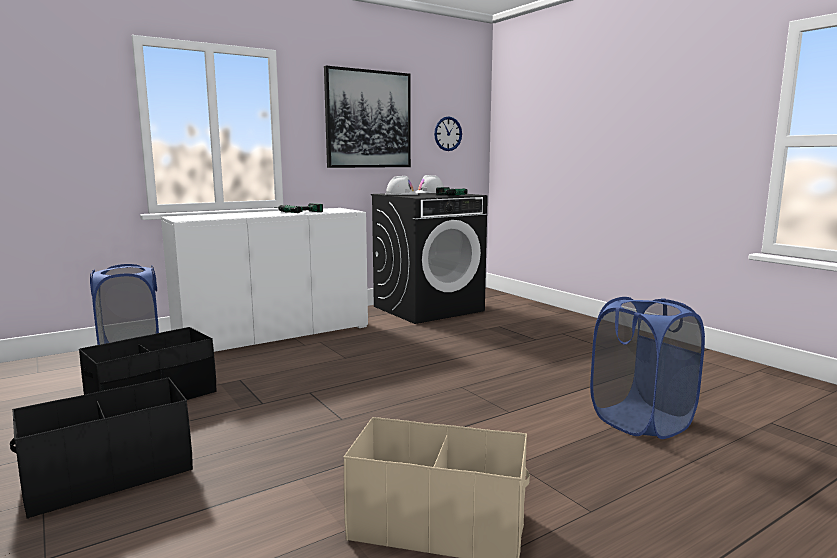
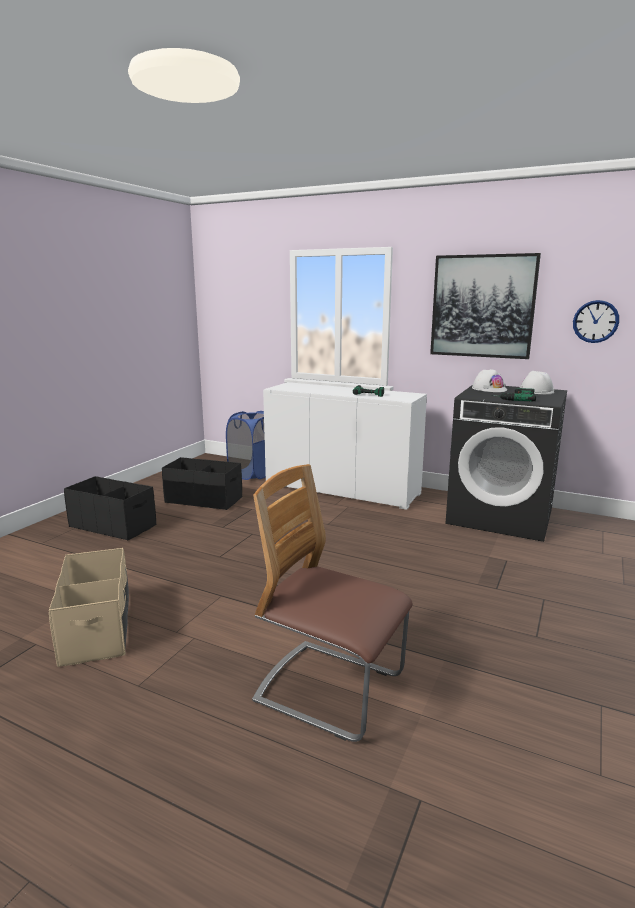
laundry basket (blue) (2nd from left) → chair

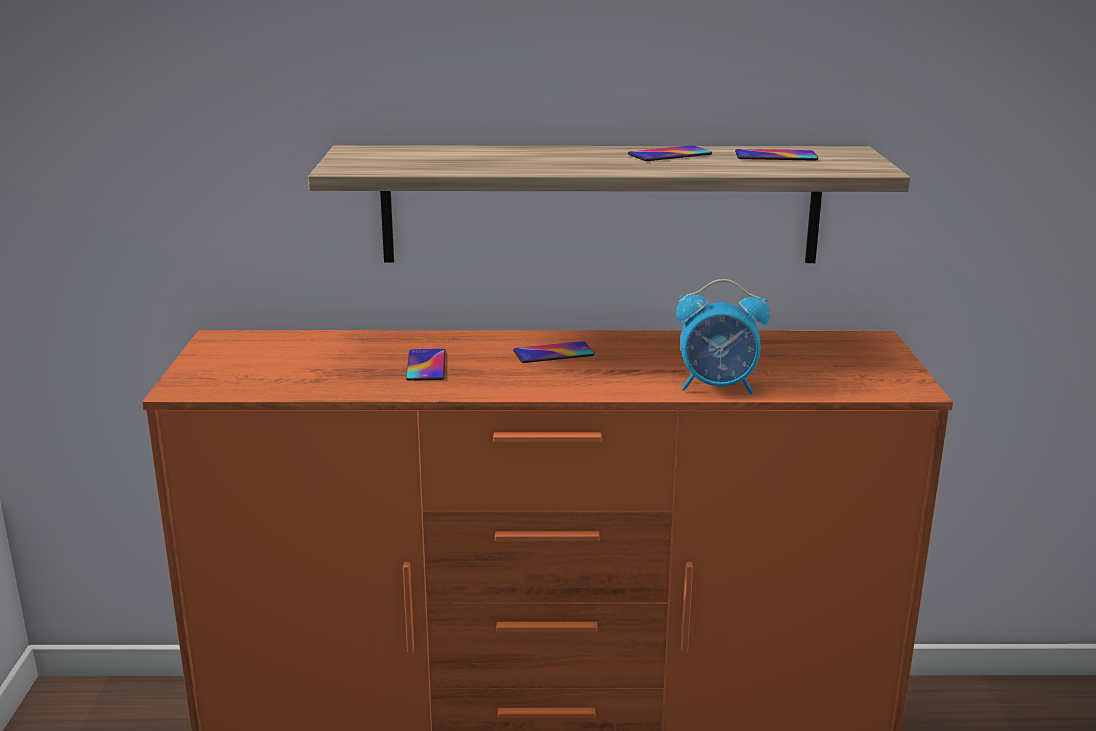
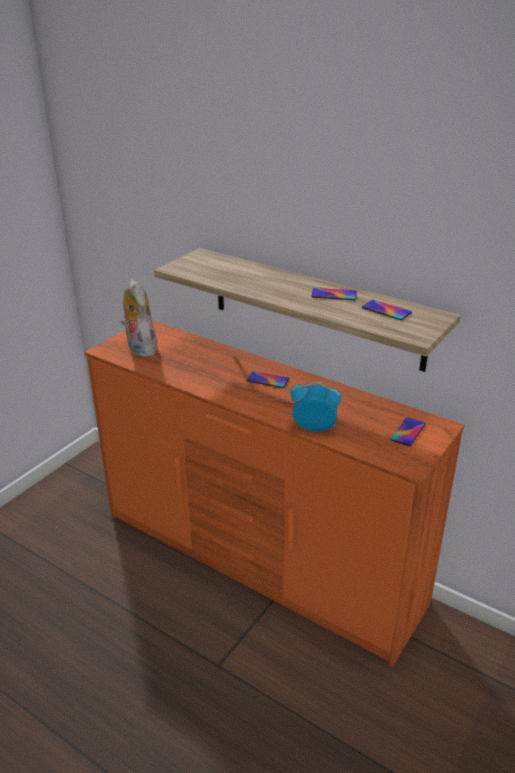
phone (1st from left in the first image) → phone (4th from left), move
alarm clock, 150 degrees clockwise
- → plush toy

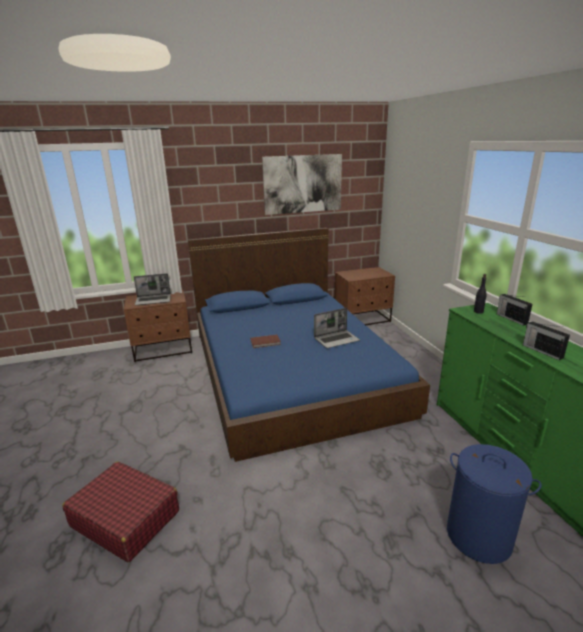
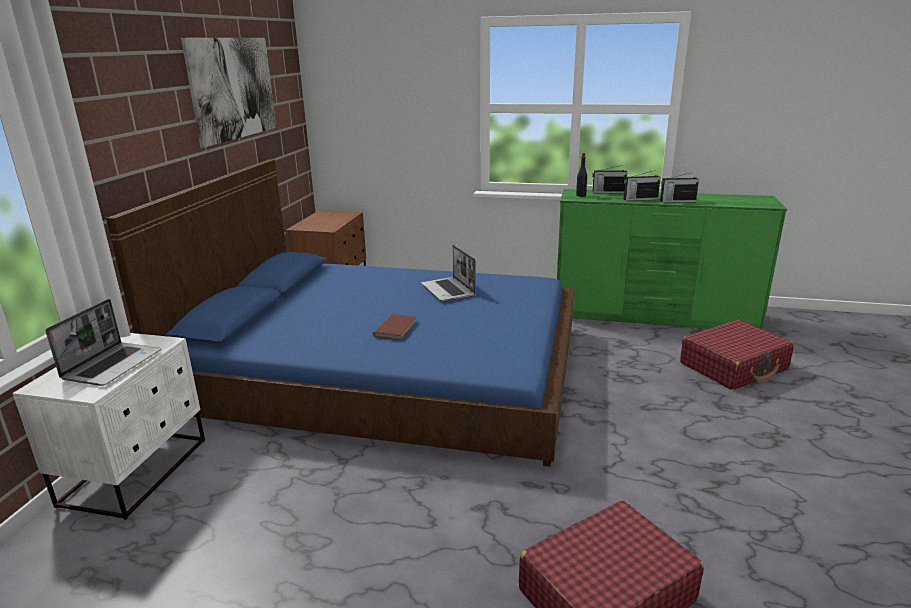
nightstand (brown) (1st from left) → nightstand (white)
laptop (2nd from left), 150 degrees clockwise
laundry basket (blue) → suitcase (red) (2nd from left)
- → radio (2nd from left)

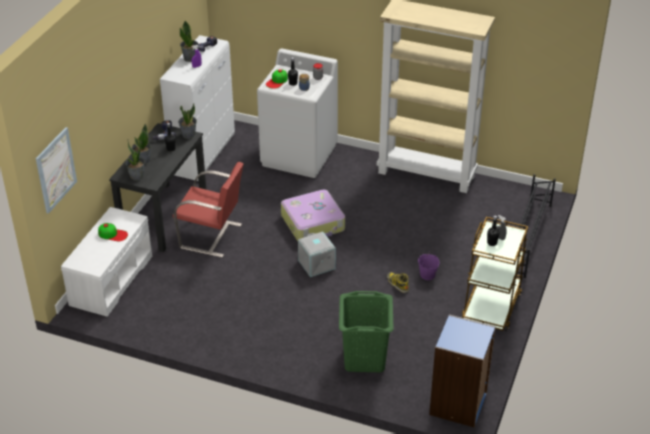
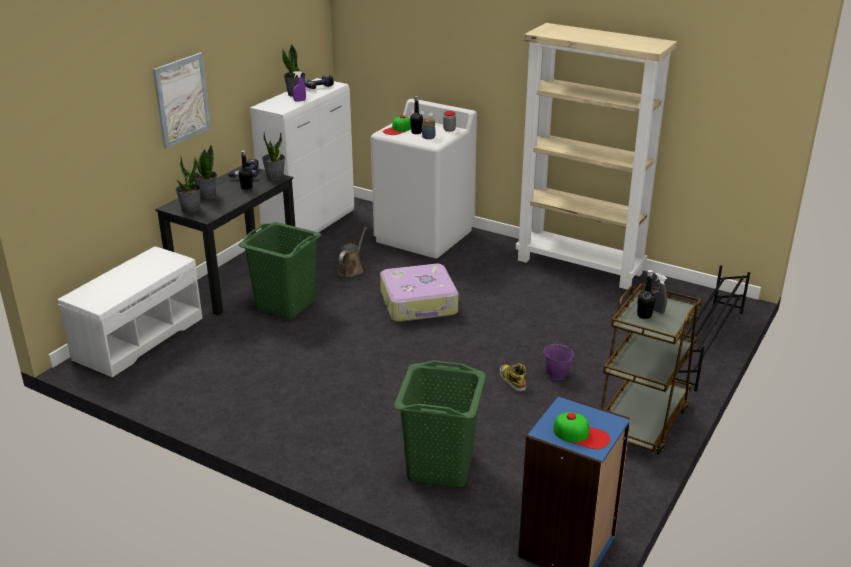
picture, move
cap (1st from left in the first image) → cap (2nd from left), move
chair (red) → laundry basket (green) (1st from left)
storage box (grey) → -
- → watering can (brown)

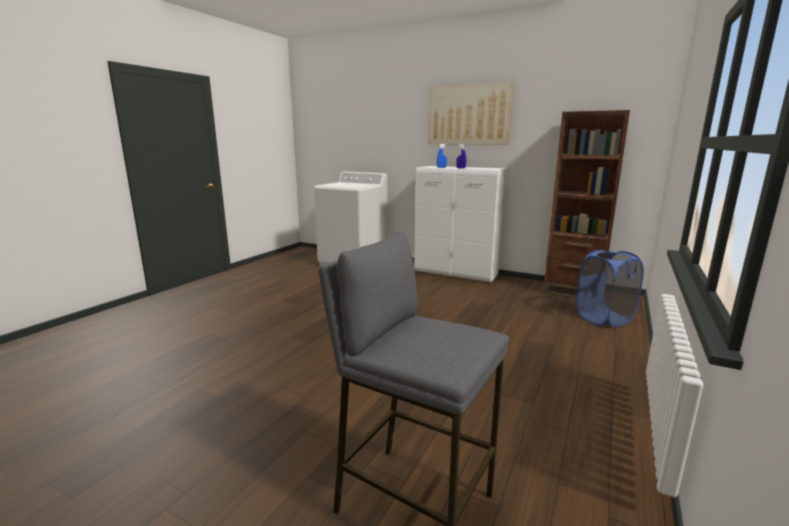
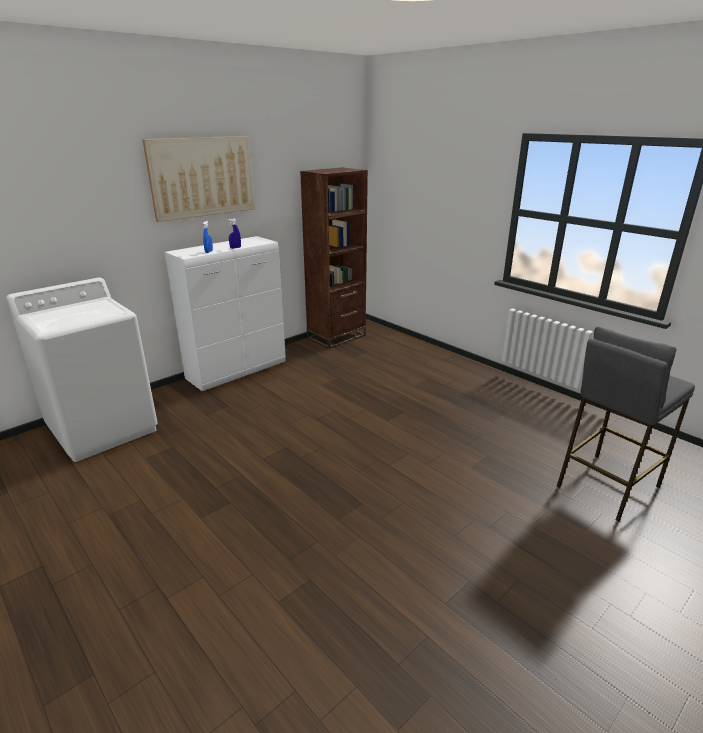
laundry basket (blue) → -

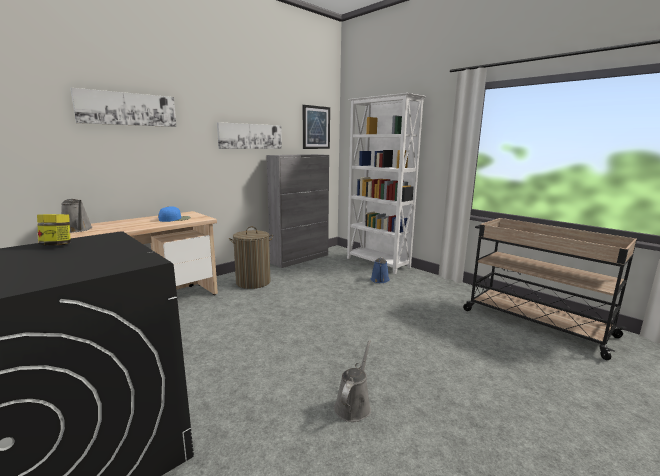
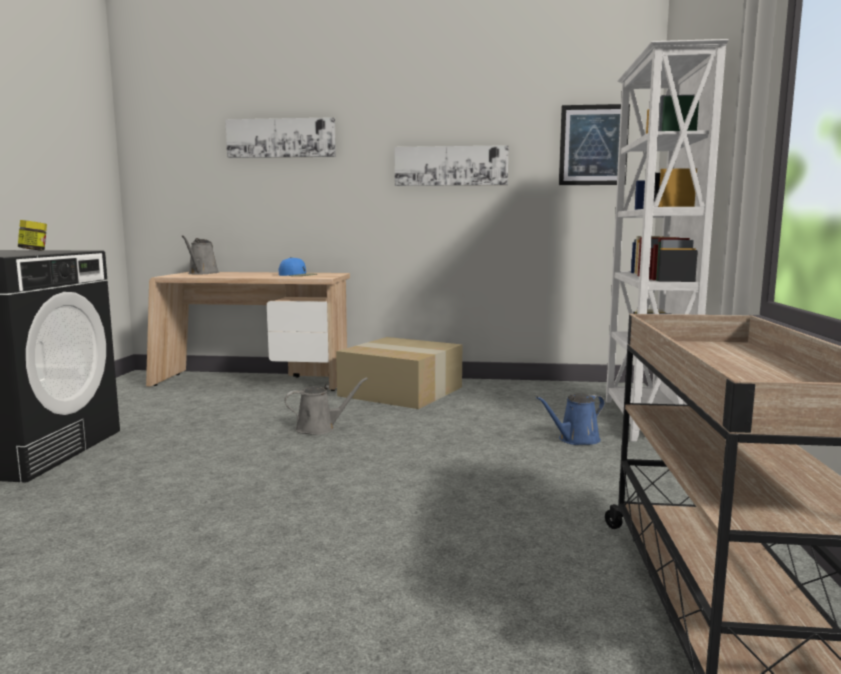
laundry basket → cardboard box
cabinet (grey) → -
watering can (grey) (2nd from left), move

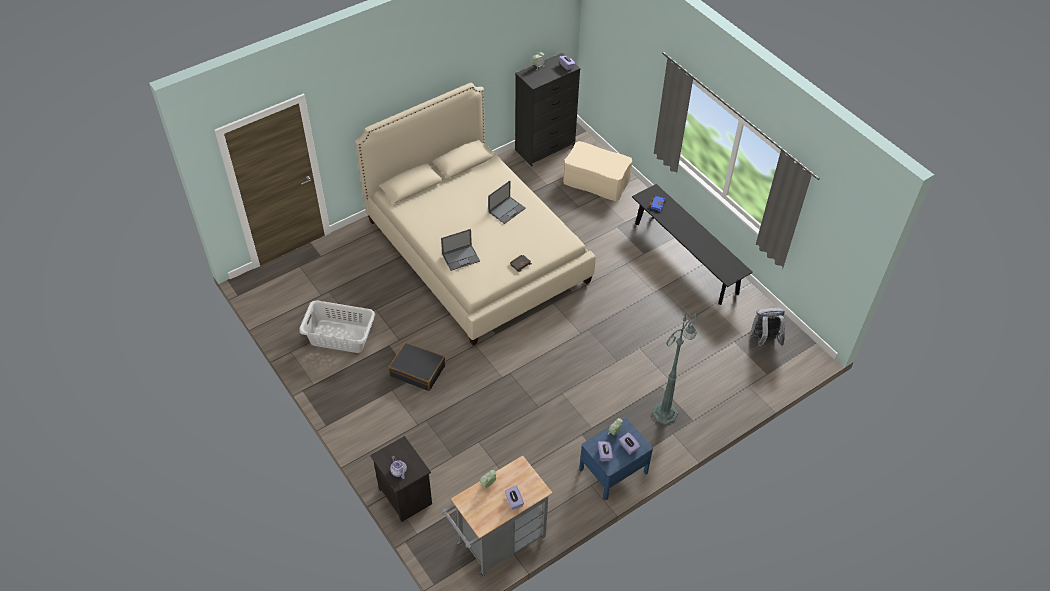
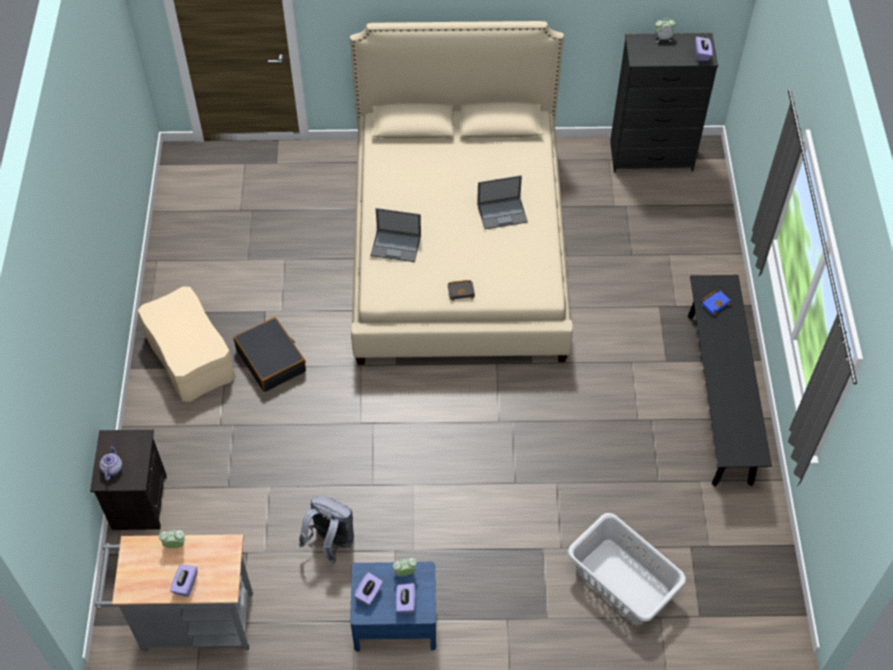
laundry basket (grey), move
ottoman (beige), move
floor lamp (green) → -
backpack (grey), move

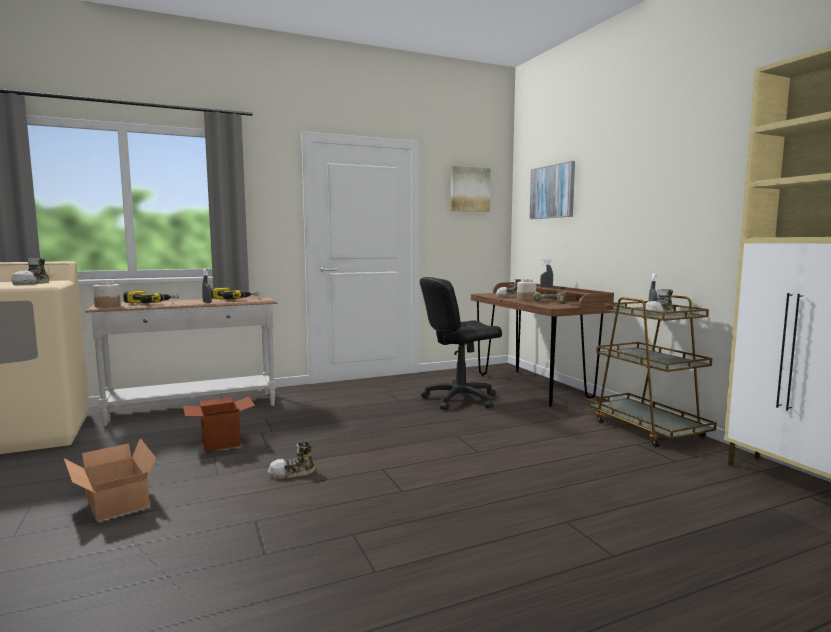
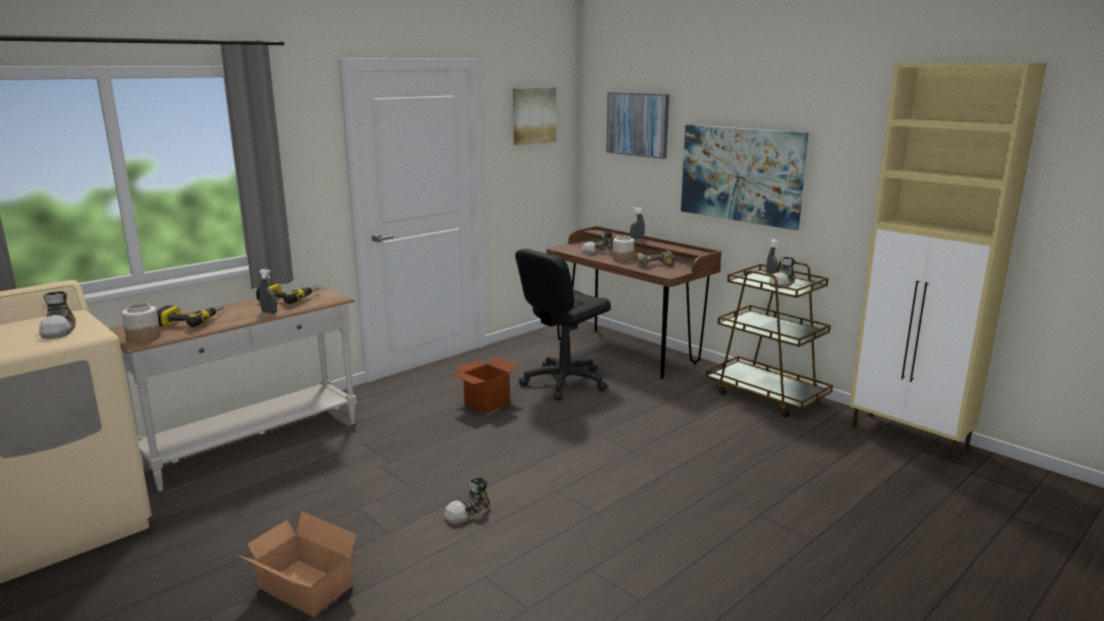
cardboard box (2nd from left), move
- → picture (3rd from left)

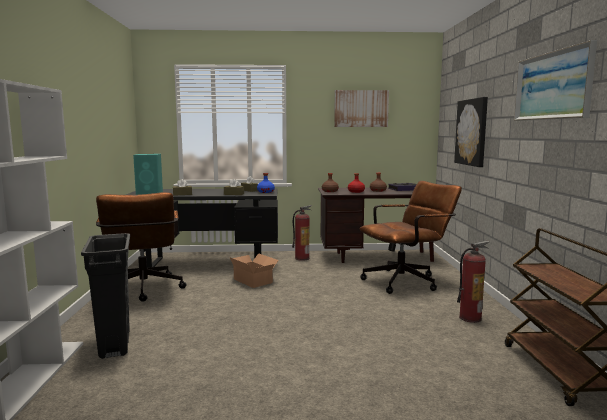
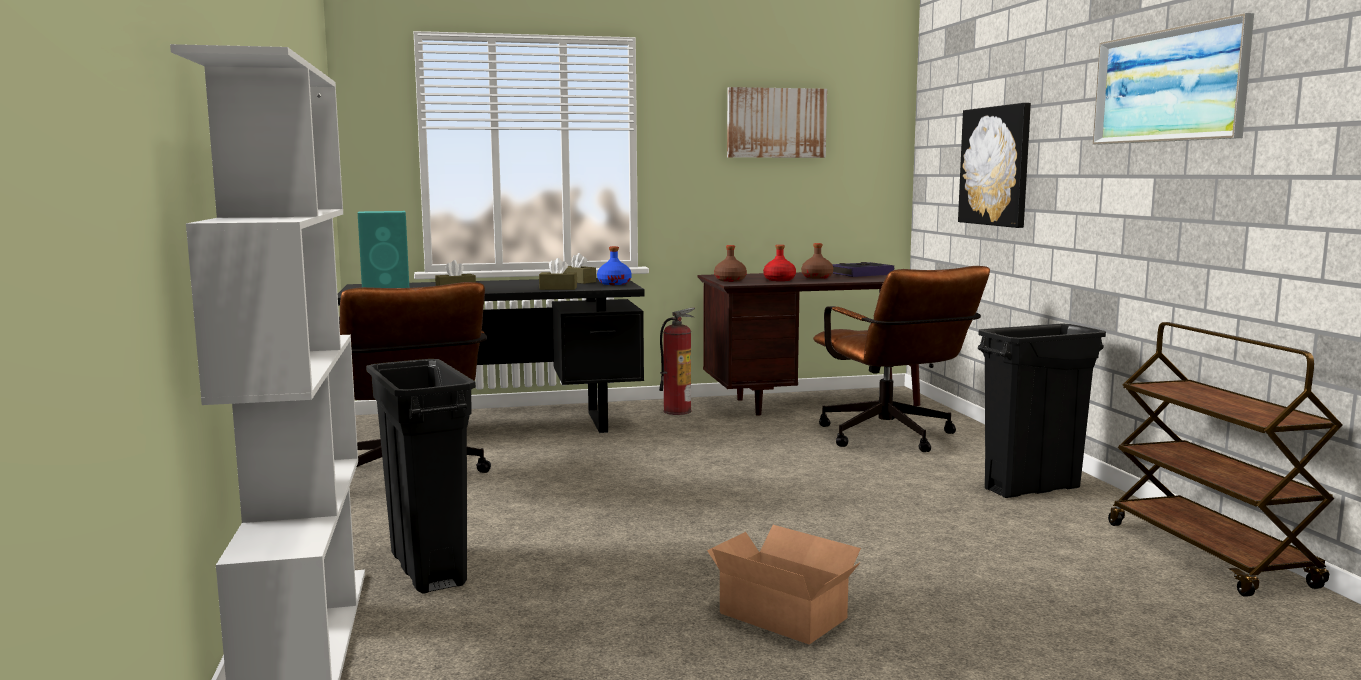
cardboard box, move
office chair (brown) (2nd from left), 105 degrees clockwise
fire extinguisher (2nd from left) → trash can (black) (2nd from left)

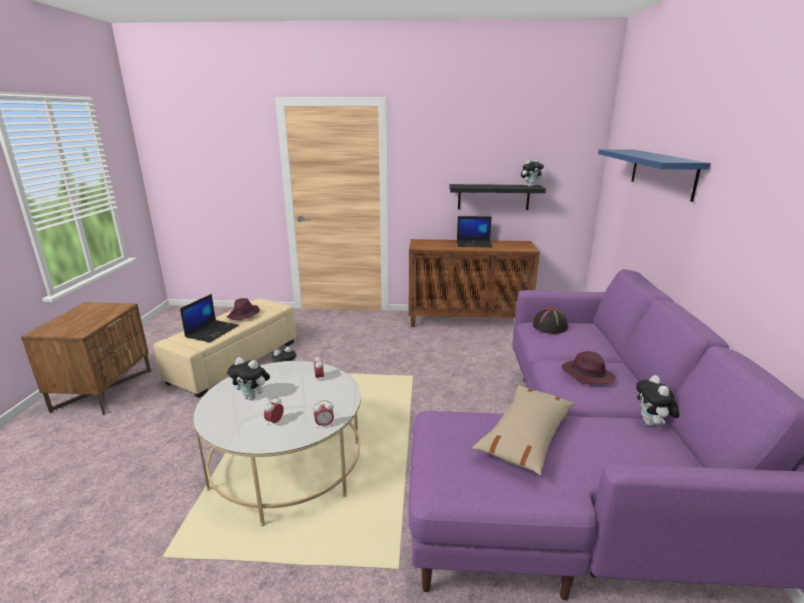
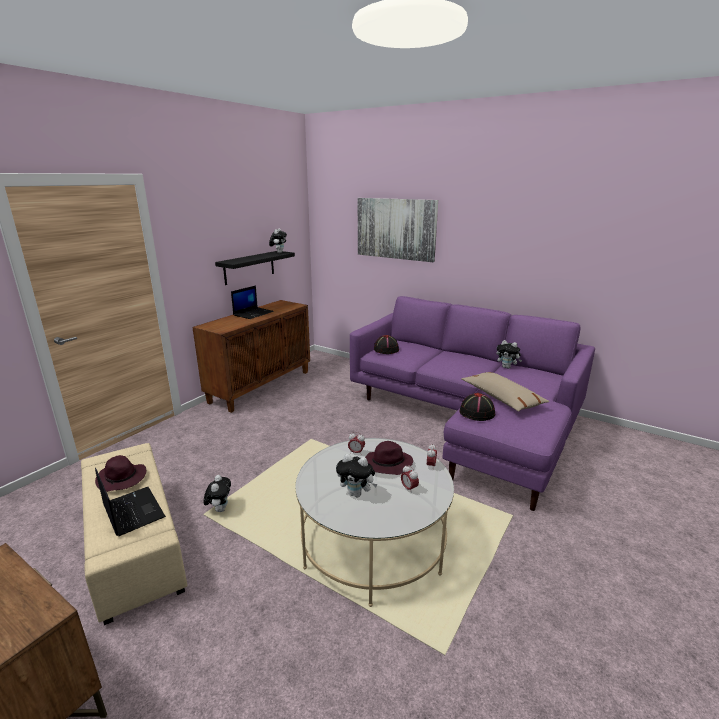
plush toy (1st from left in the first image) → plush toy (3rd from left), 60 degrees clockwise
hat (purple) (2nd from left), move
shelf (blue) → picture
- → hat (black) (2nd from left)

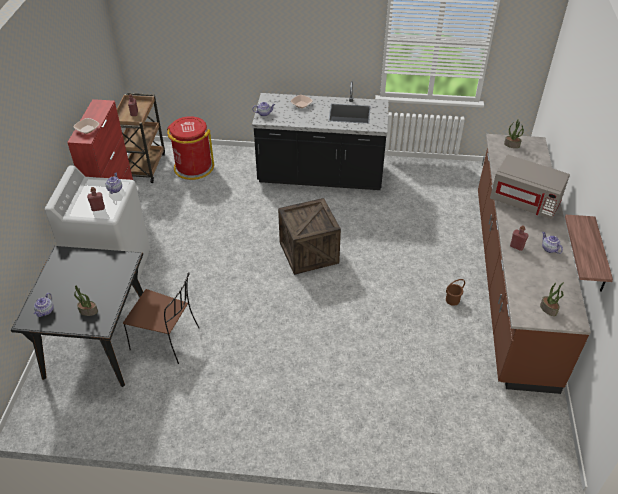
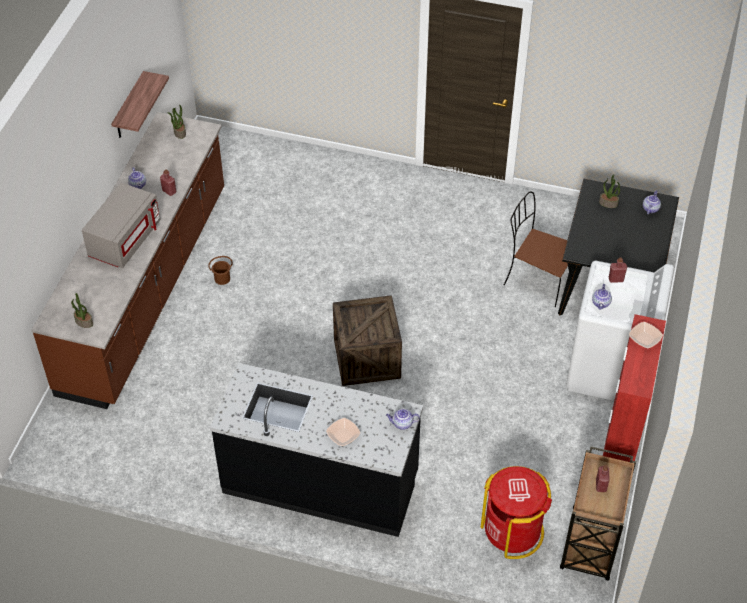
microwave (grey), 75 degrees clockwise

